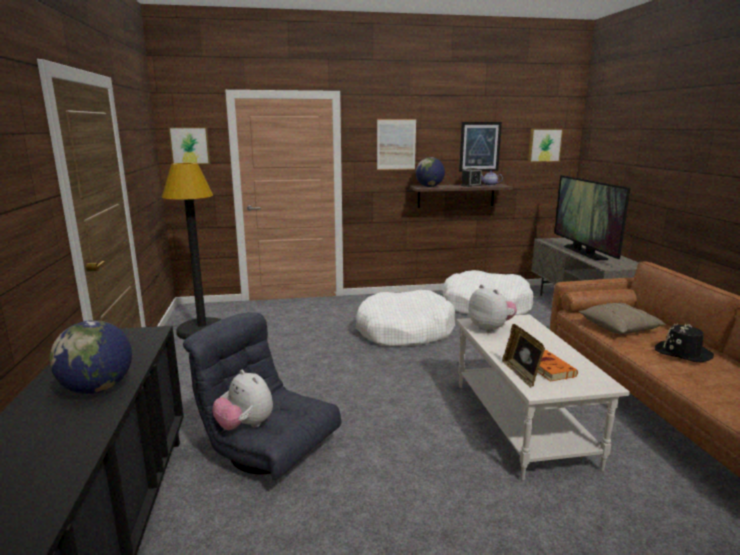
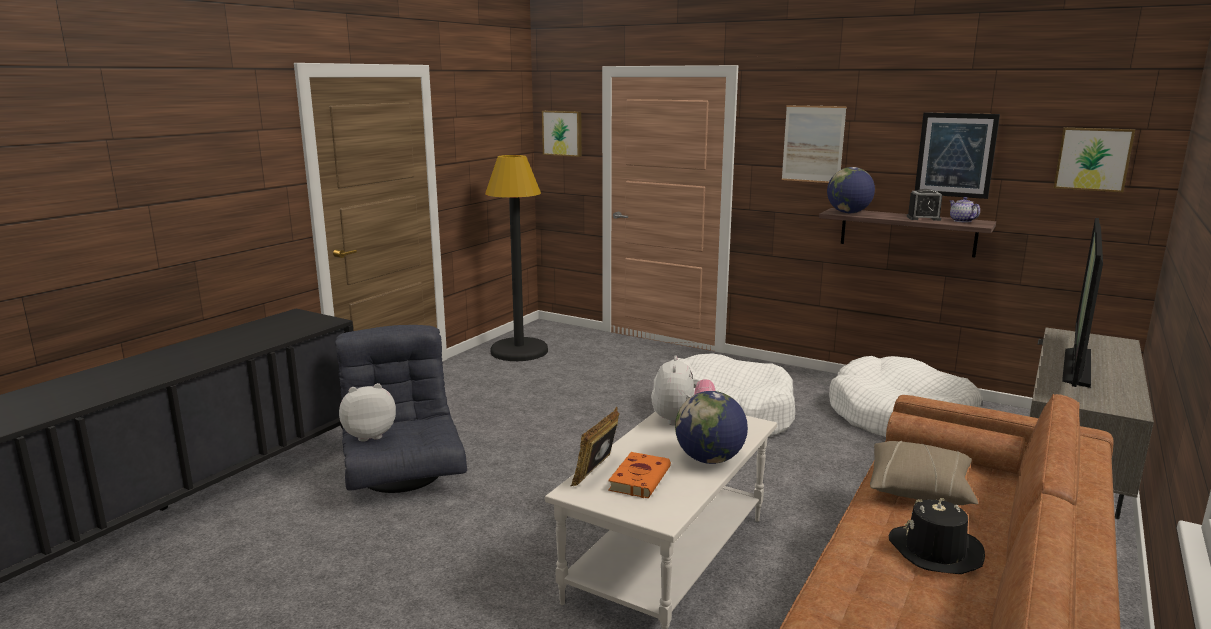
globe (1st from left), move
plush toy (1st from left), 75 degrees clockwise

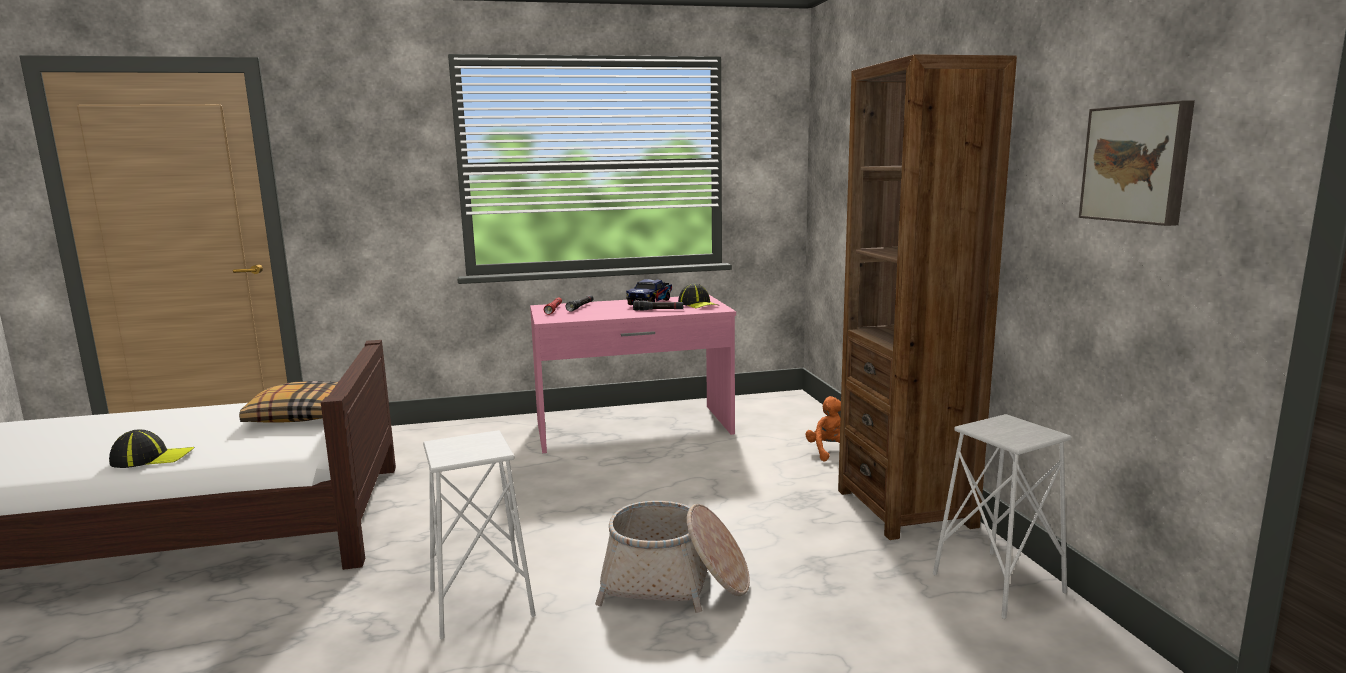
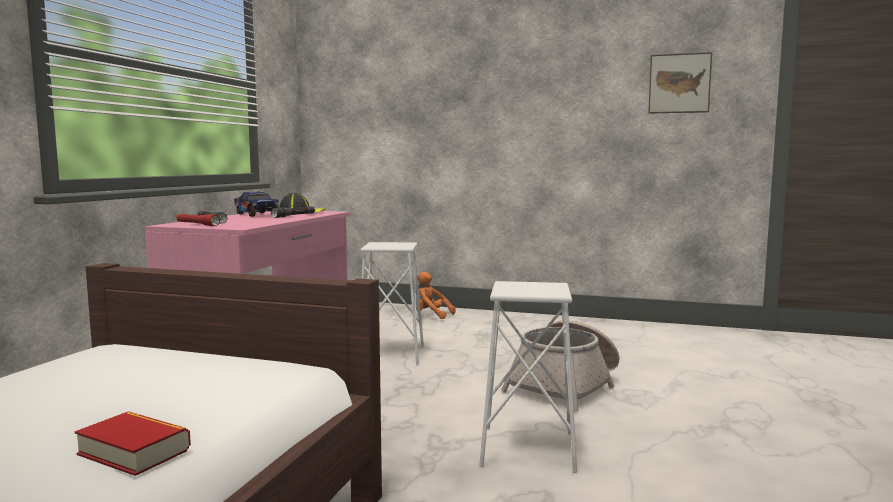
cap (1st from left) → book
pillow → -
bookcase (brown) → -
stool (white) (2nd from left in the first image) → stool (white) (1st from left), move

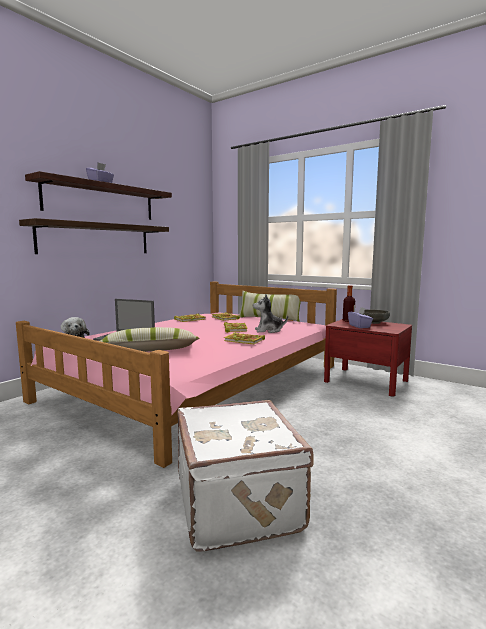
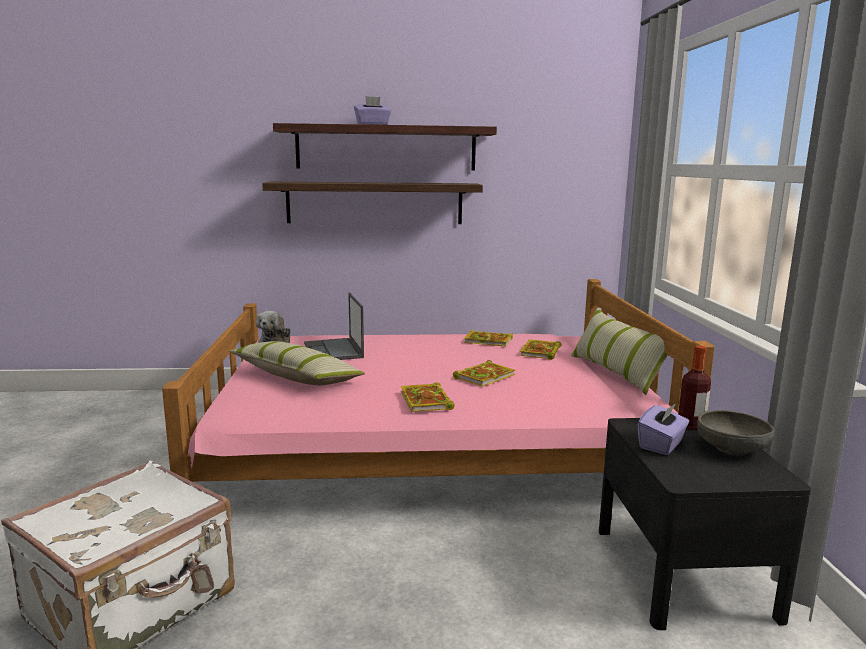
plush toy (2nd from left) → -
nightstand (red) → nightstand (black)

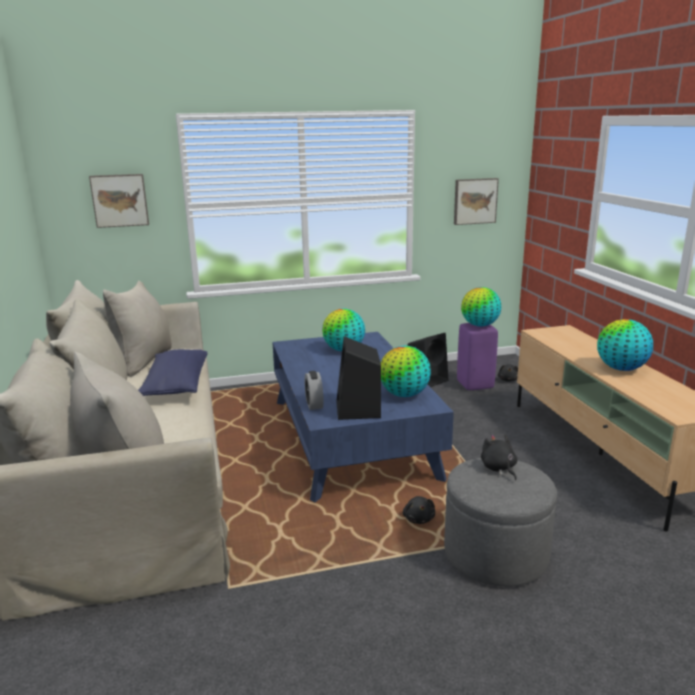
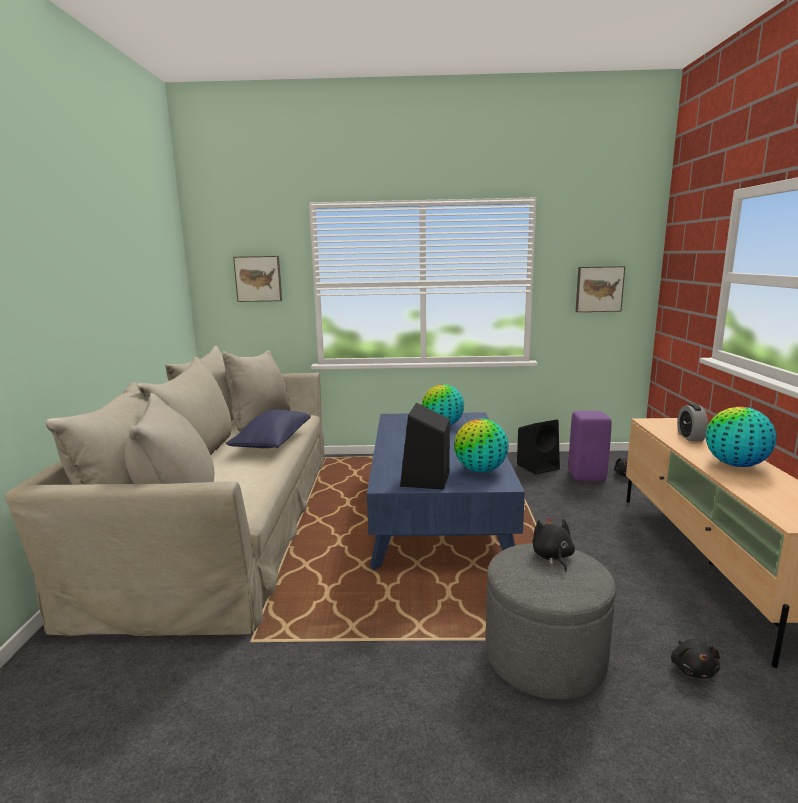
alarm clock, move
plush toy (black) (1st from left in the first image) → plush toy (black) (3rd from left), move
globe (3rd from left) → -

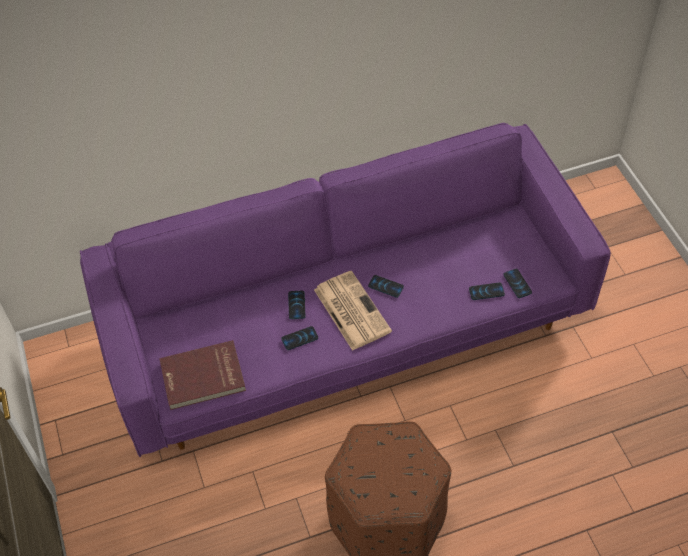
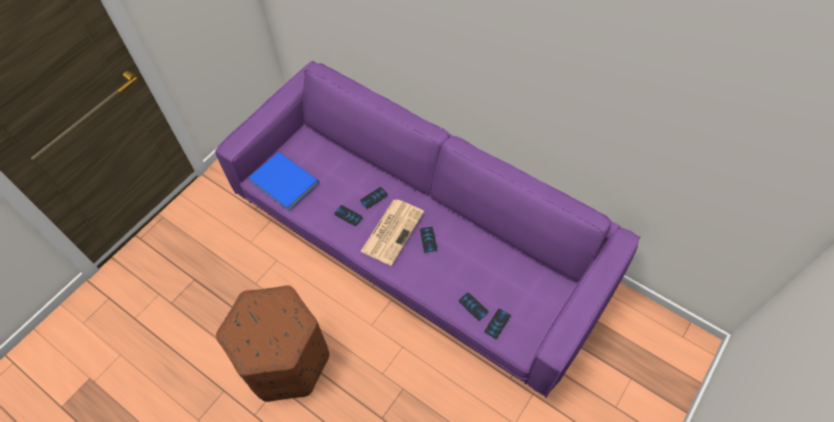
book (red) → book (blue)

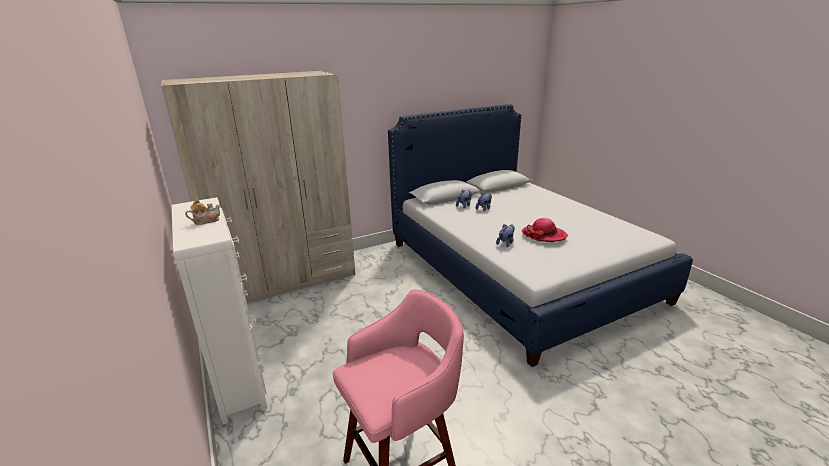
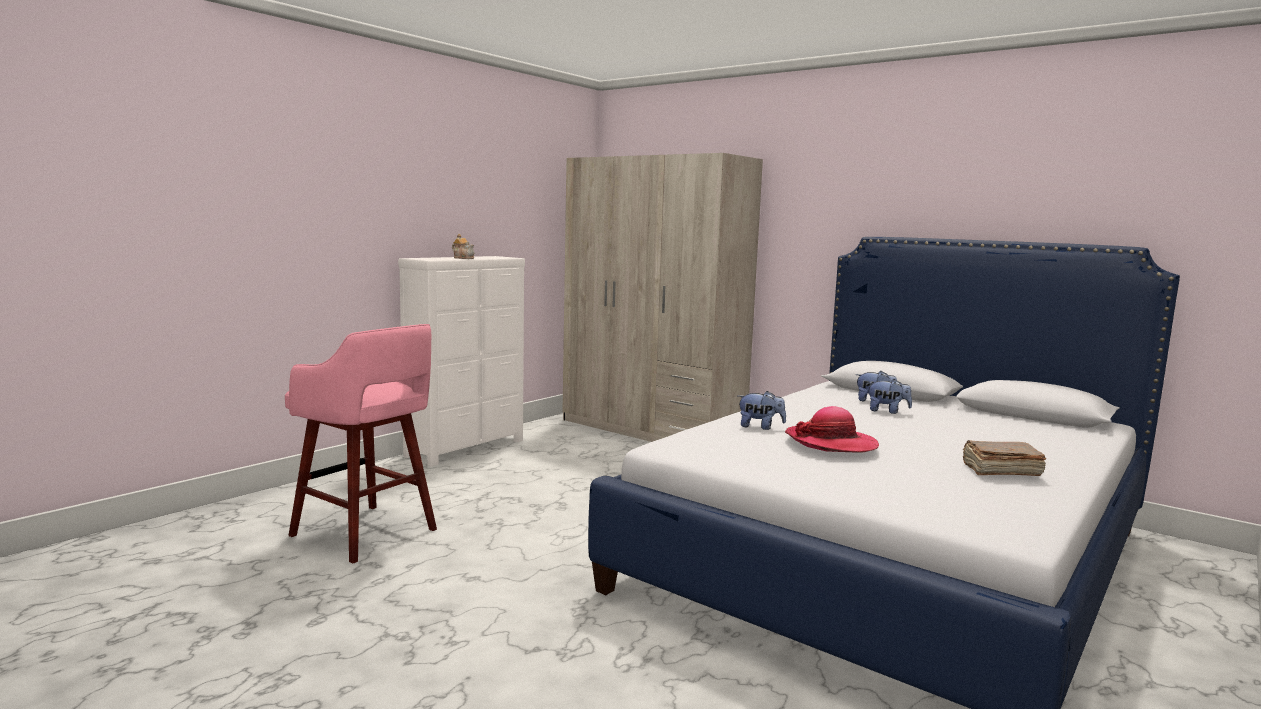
- → book (brown)

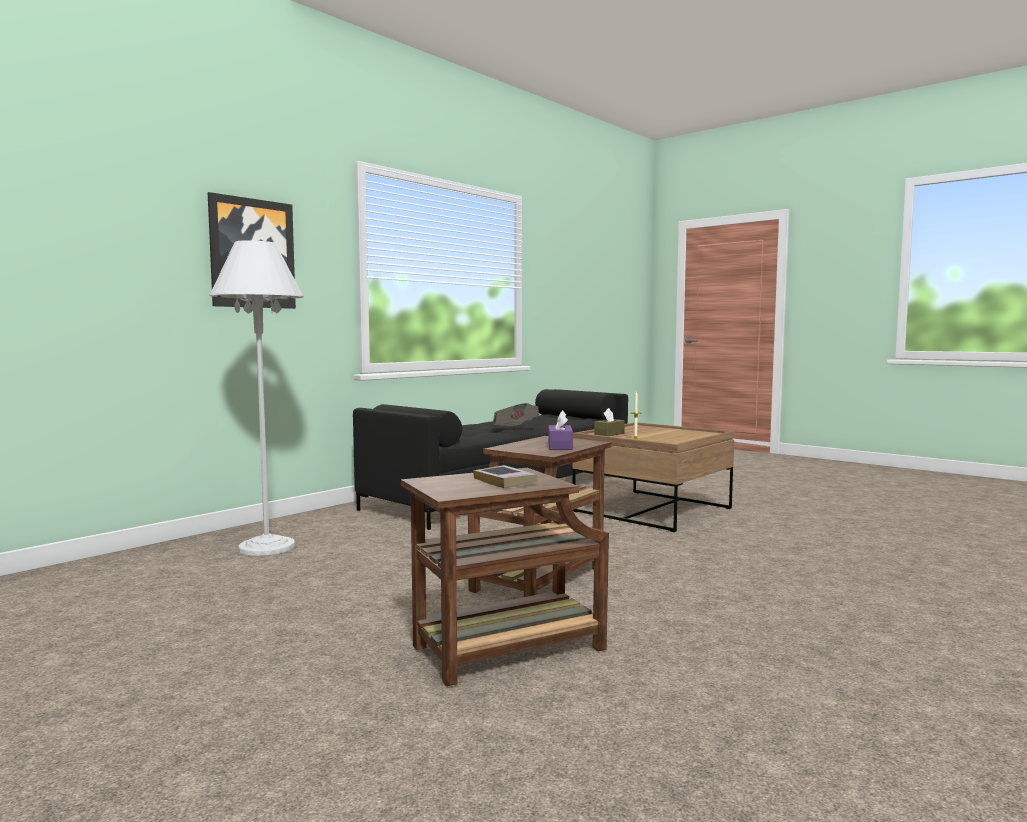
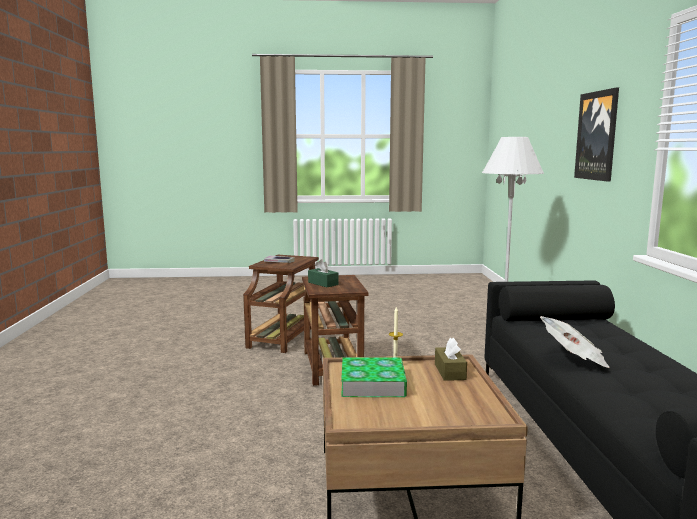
tissue box (purple) → tissue box (green)
- → book (2nd from left)

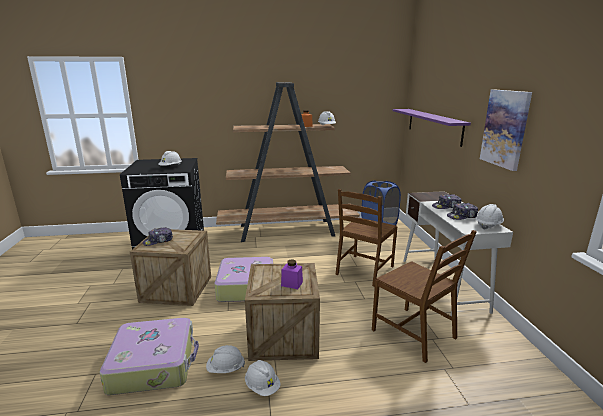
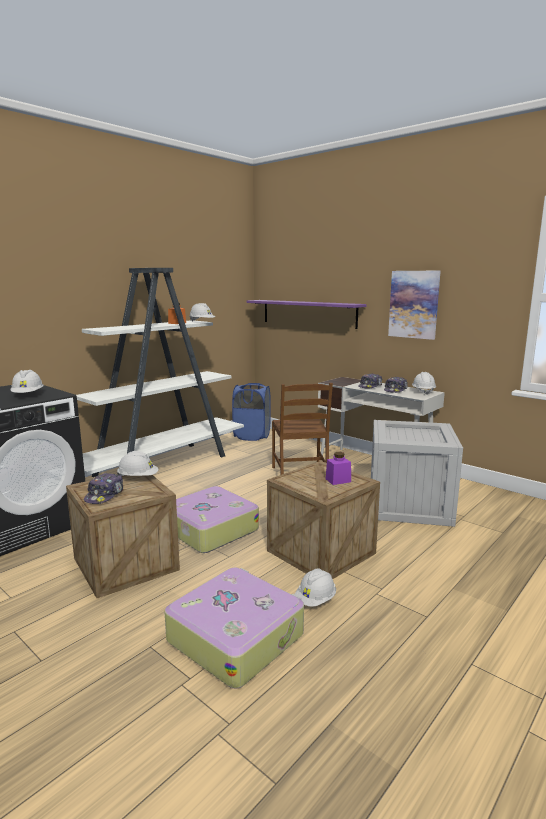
bookcase (brown) → bookcase (white)
hard hat (white) (3rd from left in the first image) → hard hat (white) (2nd from left), move
chair (brown) (2nd from left) → crate (3rd from left)

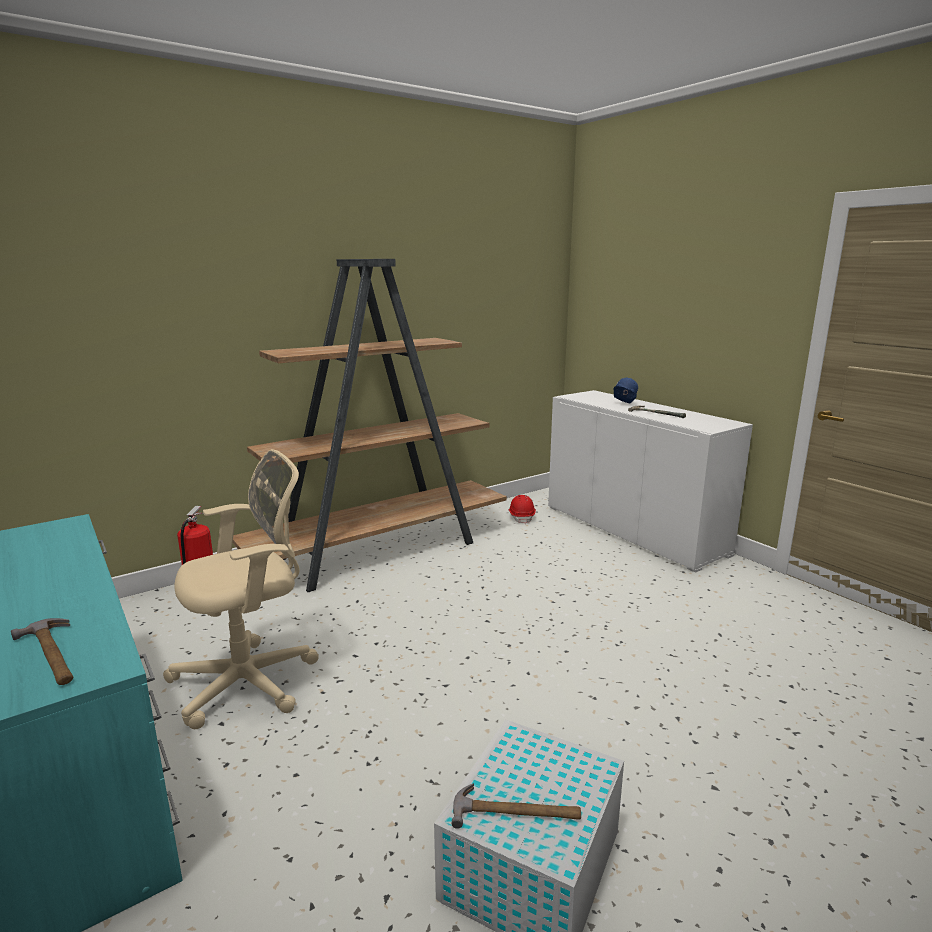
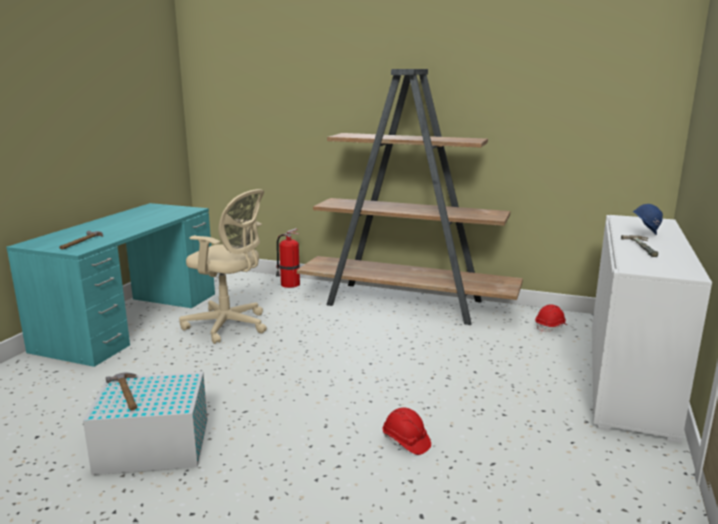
- → hard hat (red) (1st from left)

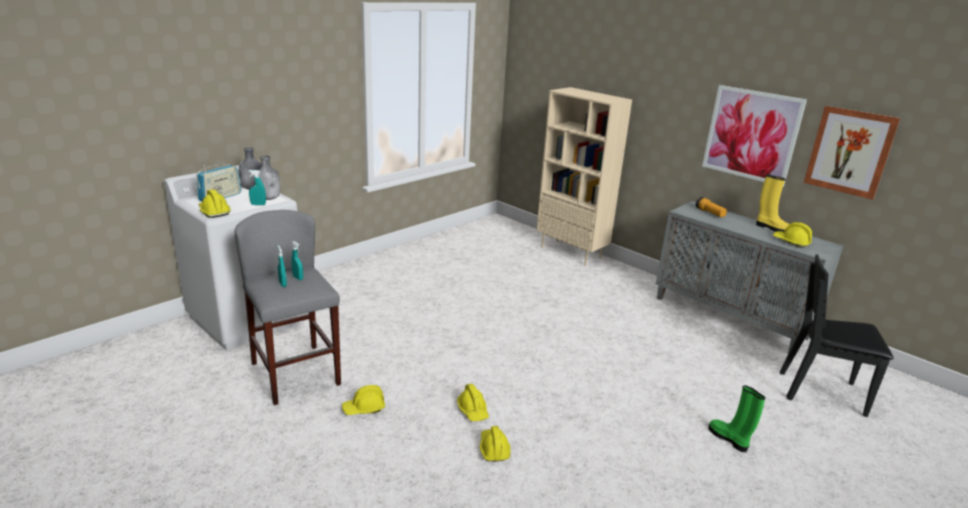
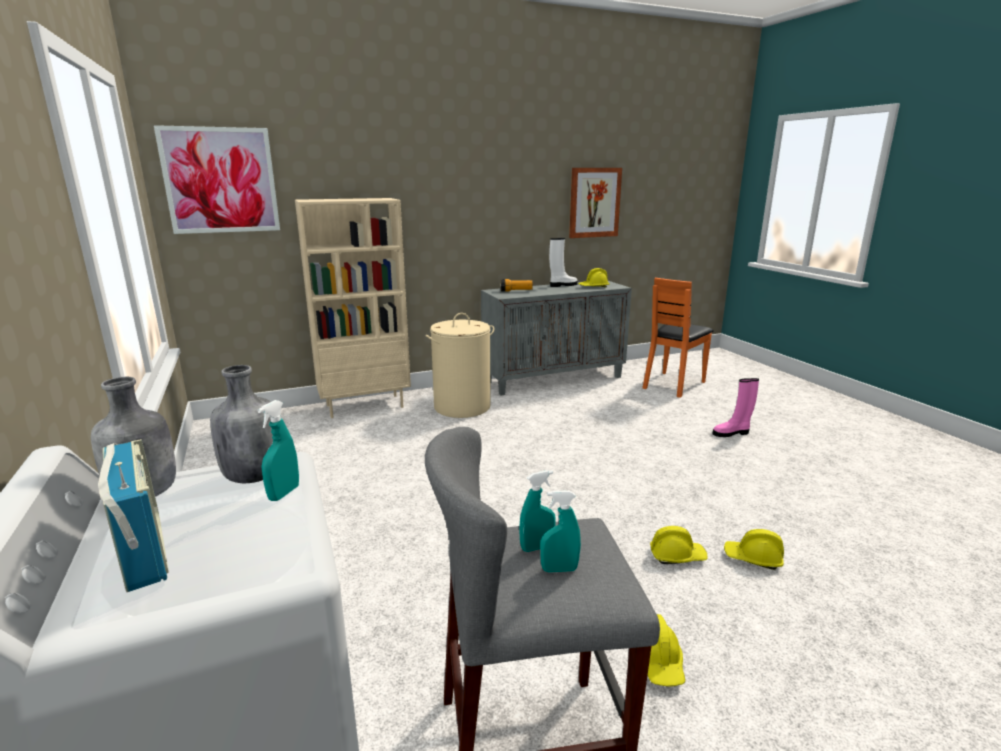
hard hat (yellow) (1st from left) → -
picture (1st from left), move
boot (green) → boot (pink)
boot (yellow) → boot (white)
chair (black) → chair (orange)
- → laundry basket (beige)

